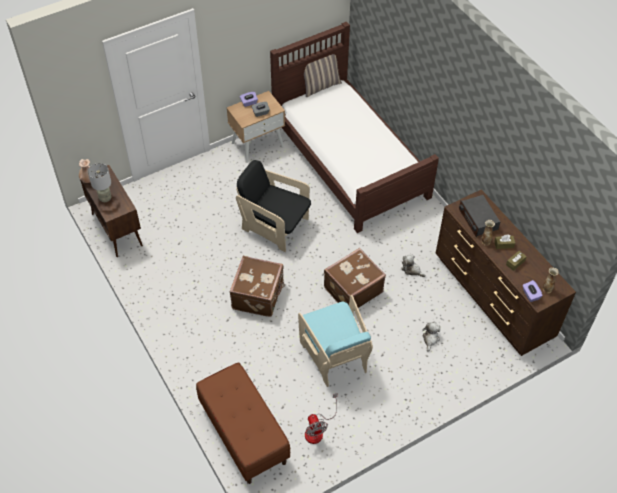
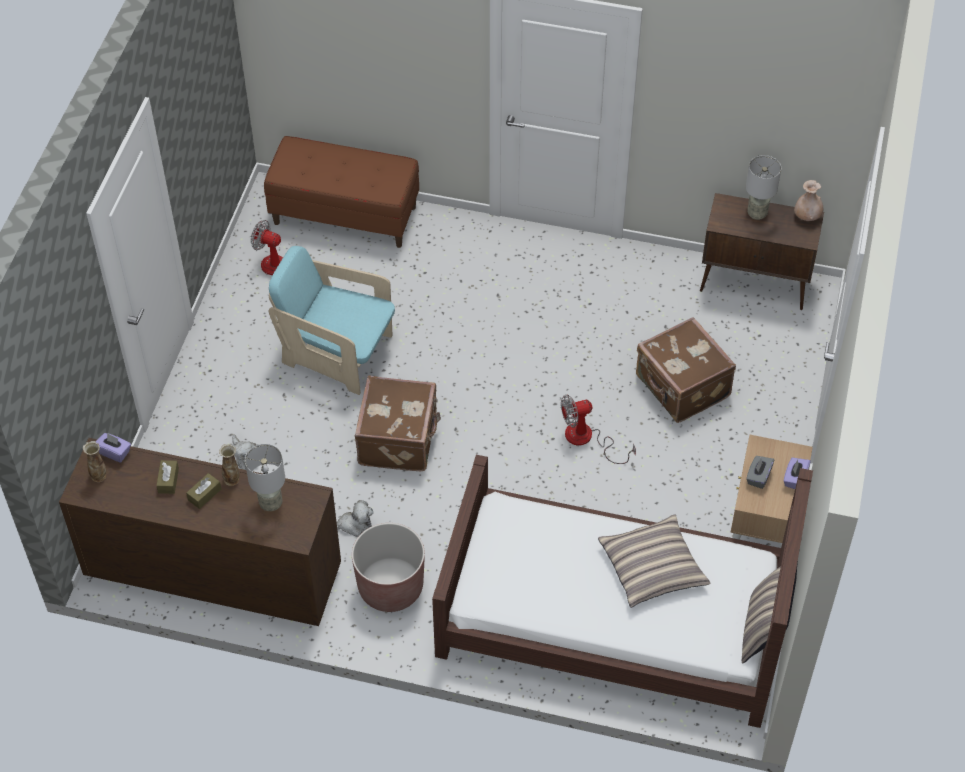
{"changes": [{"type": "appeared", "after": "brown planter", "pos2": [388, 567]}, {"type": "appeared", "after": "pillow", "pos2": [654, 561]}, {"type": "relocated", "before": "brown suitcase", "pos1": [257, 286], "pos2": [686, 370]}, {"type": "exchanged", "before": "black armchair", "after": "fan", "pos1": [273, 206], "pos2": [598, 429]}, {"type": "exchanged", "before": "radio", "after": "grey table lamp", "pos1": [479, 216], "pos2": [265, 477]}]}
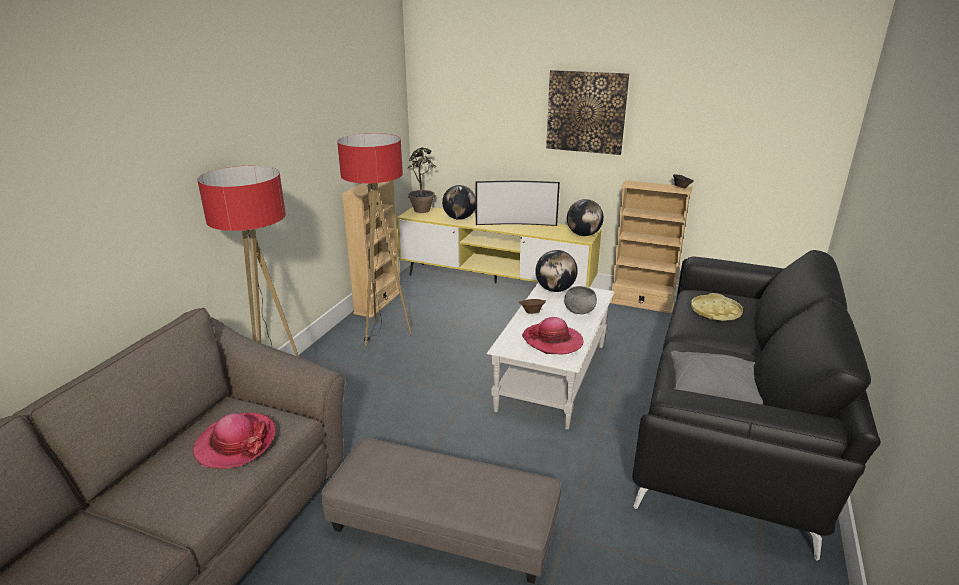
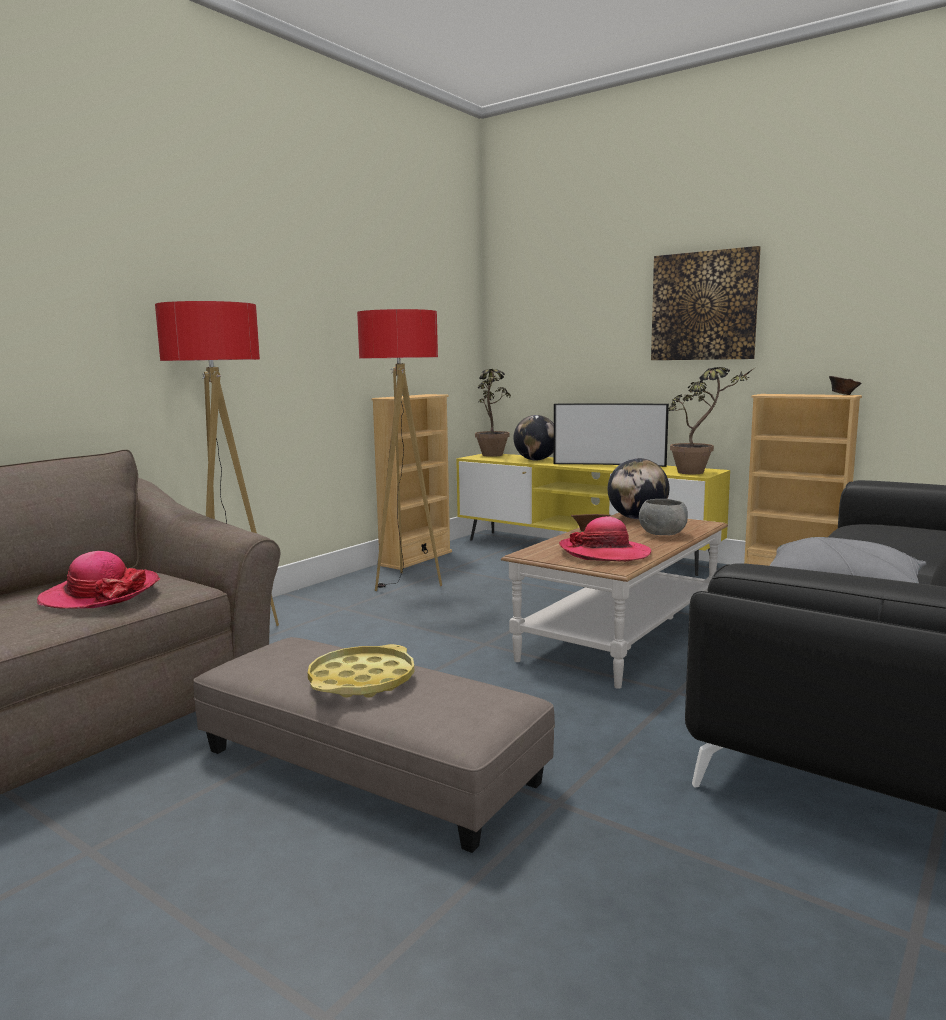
{"changes": [{"type": "relocated", "before": "yellow tray", "pos1": [717, 307], "pos2": [361, 671]}, {"type": "exchanged", "before": "globe", "after": "potted plant", "pos1": [585, 217], "pos2": [711, 420]}, {"type": "colour", "before": "white coffee table", "after": "brown coffee table", "pos1": [550, 355], "pos2": [614, 601]}]}
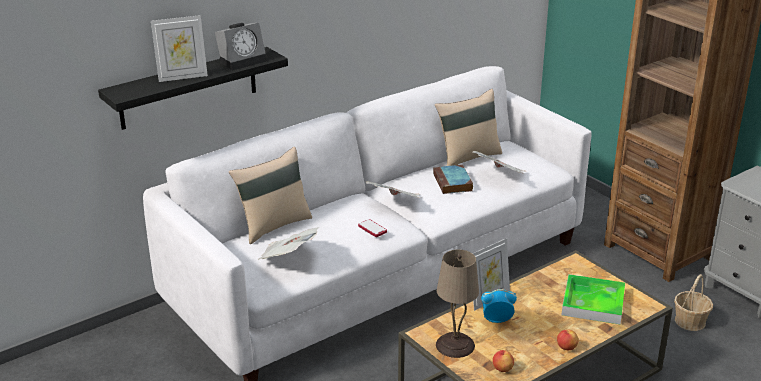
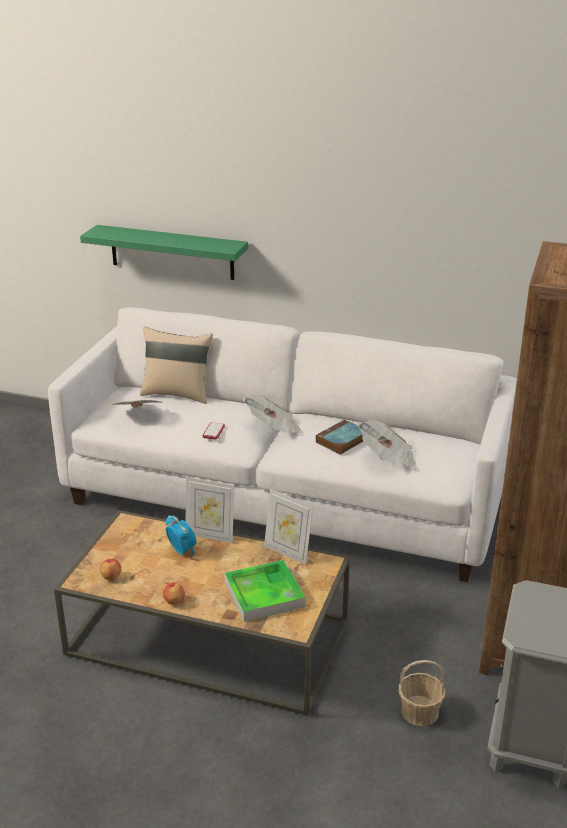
{"changes": [{"type": "missing", "before": "alarm clock", "pos1": [241, 46]}, {"type": "missing", "before": "beige pillow", "pos1": [468, 127]}, {"type": "missing", "before": "beige table lamp", "pos1": [457, 303]}, {"type": "relocated", "before": "picture frame", "pos1": [179, 48], "pos2": [288, 527]}, {"type": "colour", "before": "black shelf", "after": "green shelf", "pos1": [193, 88], "pos2": [164, 252]}]}
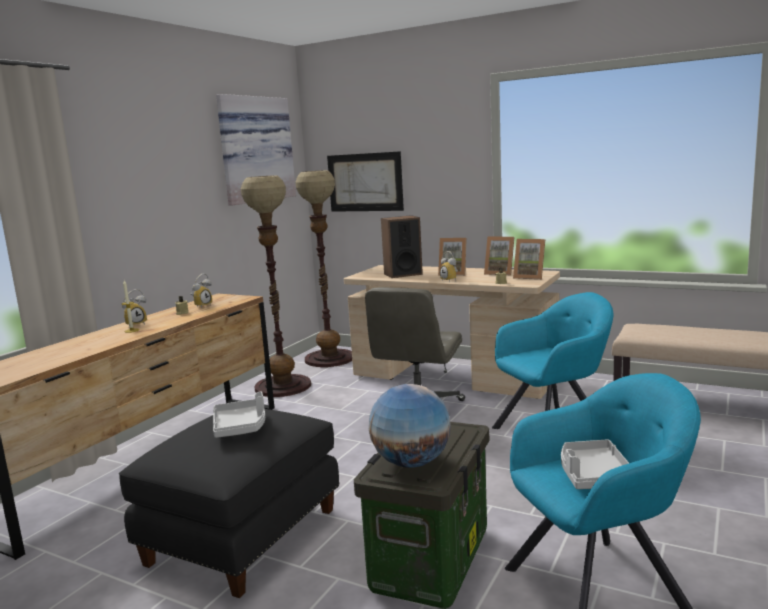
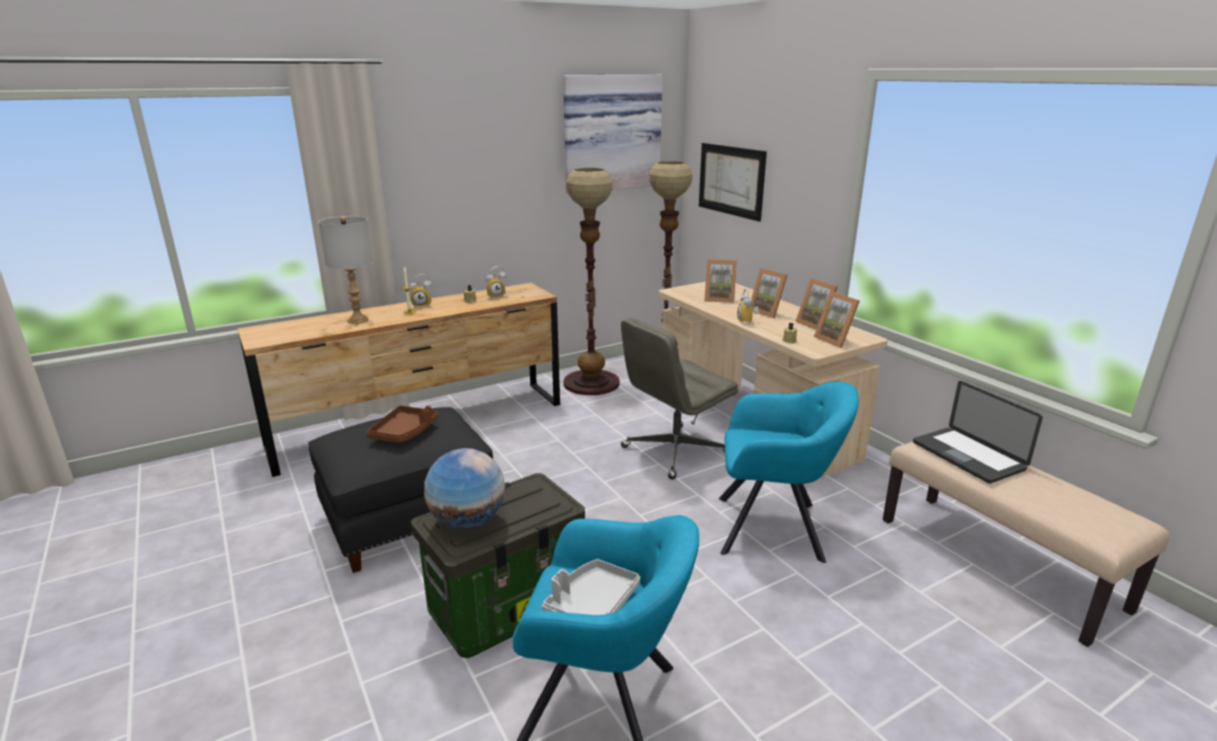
{"changes": [{"type": "appeared", "after": "grey table lamp", "pos2": [346, 270]}, {"type": "appeared", "after": "laptop", "pos2": [978, 432]}, {"type": "exchanged", "before": "speaker", "after": "picture frame", "pos1": [402, 246], "pos2": [720, 281]}, {"type": "colour", "before": "grey tray", "after": "brown tray", "pos1": [239, 414], "pos2": [402, 424]}]}
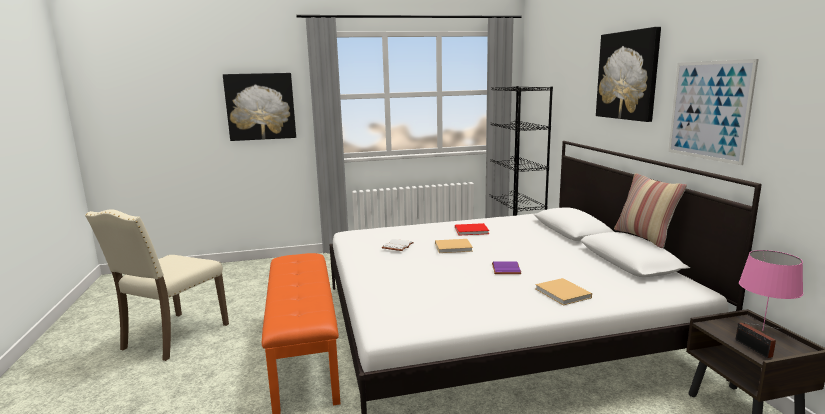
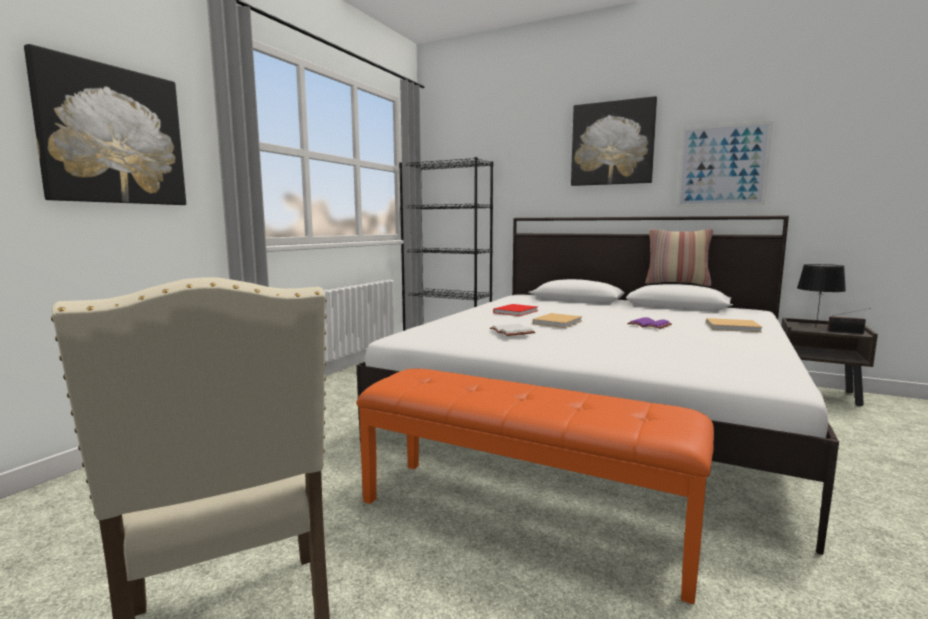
{"changes": [{"type": "colour", "before": "pink table lamp", "after": "black table lamp", "pos1": [771, 290], "pos2": [821, 294]}]}
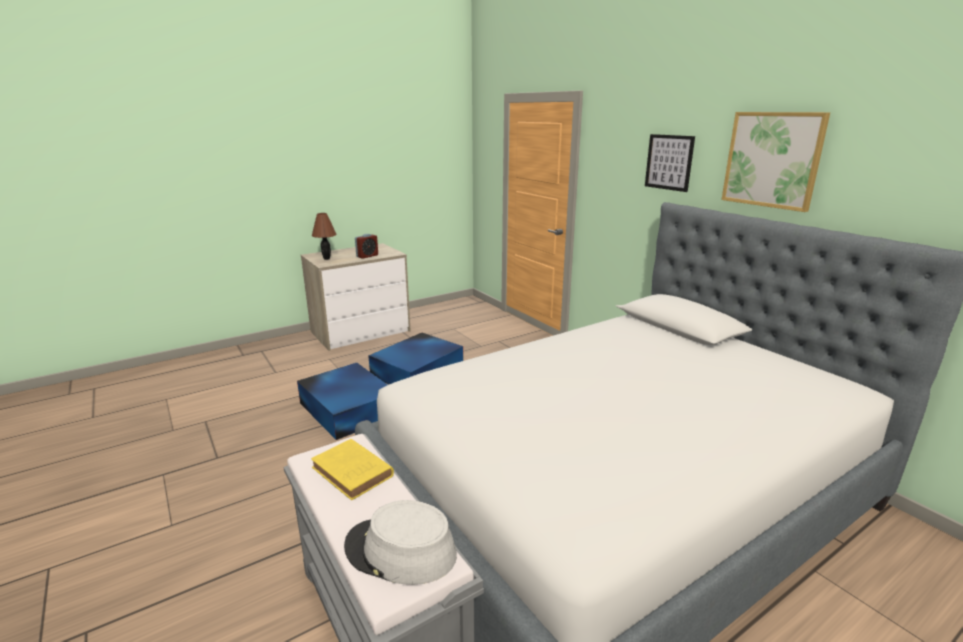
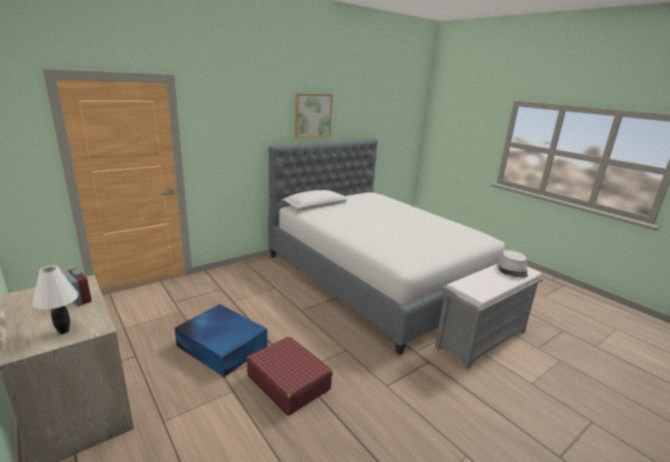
{"changes": [{"type": "missing", "before": "yellow book", "pos1": [352, 469]}, {"type": "missing", "before": "picture", "pos1": [670, 163]}, {"type": "exchanged", "before": "blue storage box", "after": "red suitcase", "pos1": [342, 401], "pos2": [290, 376]}, {"type": "colour", "before": "brown table lamp", "after": "white table lamp", "pos1": [324, 236], "pos2": [56, 300]}]}
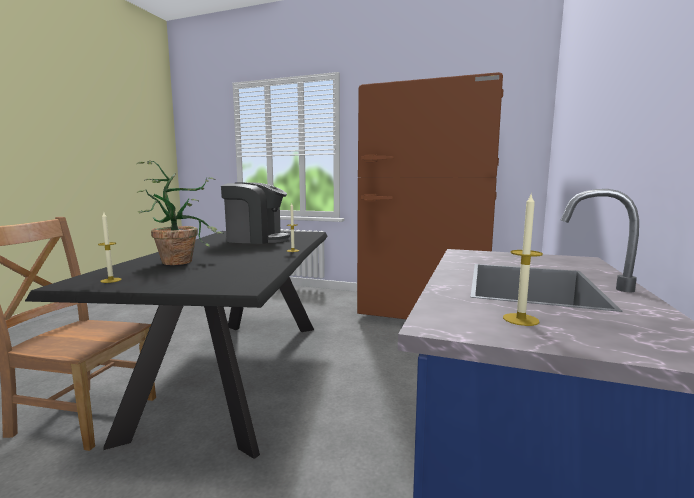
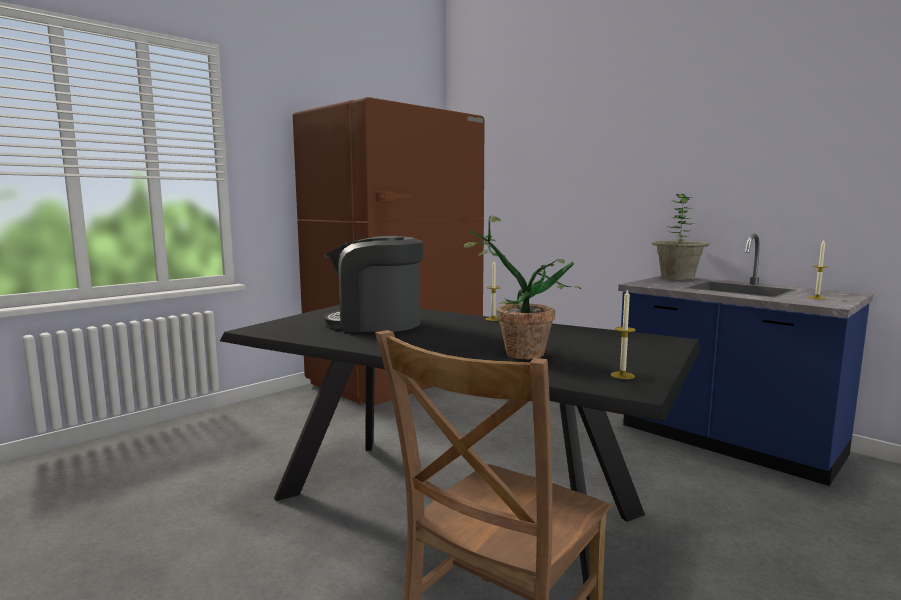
{"changes": [{"type": "appeared", "after": "potted plant", "pos2": [681, 237]}, {"type": "spun", "before": "coffee machine", "pos1": [255, 213], "pos2": [373, 284], "turn": -120}]}
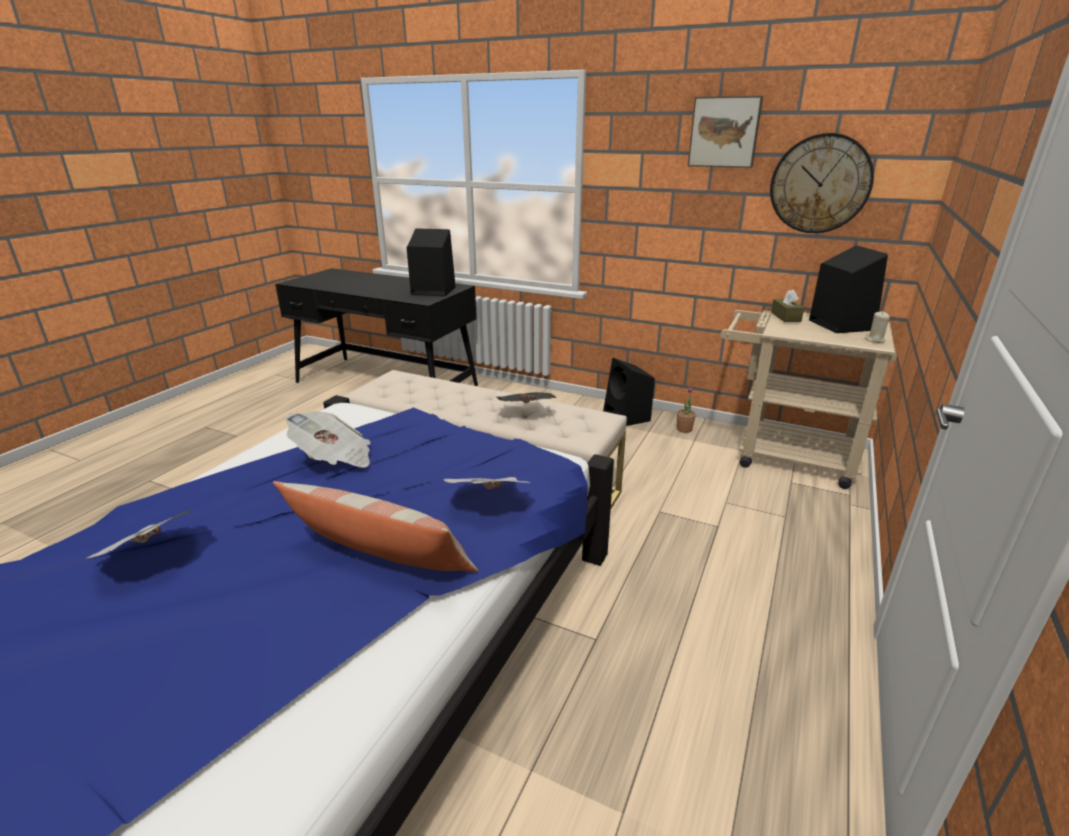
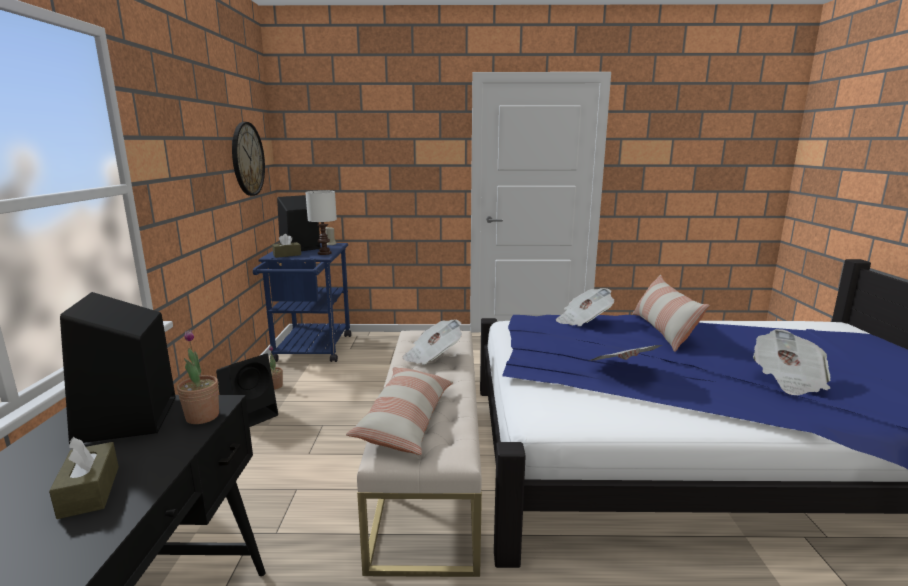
{"changes": [{"type": "missing", "before": "picture", "pos1": [725, 132]}, {"type": "appeared", "after": "brown tissue box", "pos2": [84, 478]}, {"type": "appeared", "after": "potted plant", "pos2": [198, 377]}, {"type": "appeared", "after": "white table lamp", "pos2": [321, 222]}, {"type": "appeared", "after": "pillow", "pos2": [399, 411]}, {"type": "colour", "before": "beige cart", "after": "blue cart", "pos1": [809, 399], "pos2": [302, 302]}]}
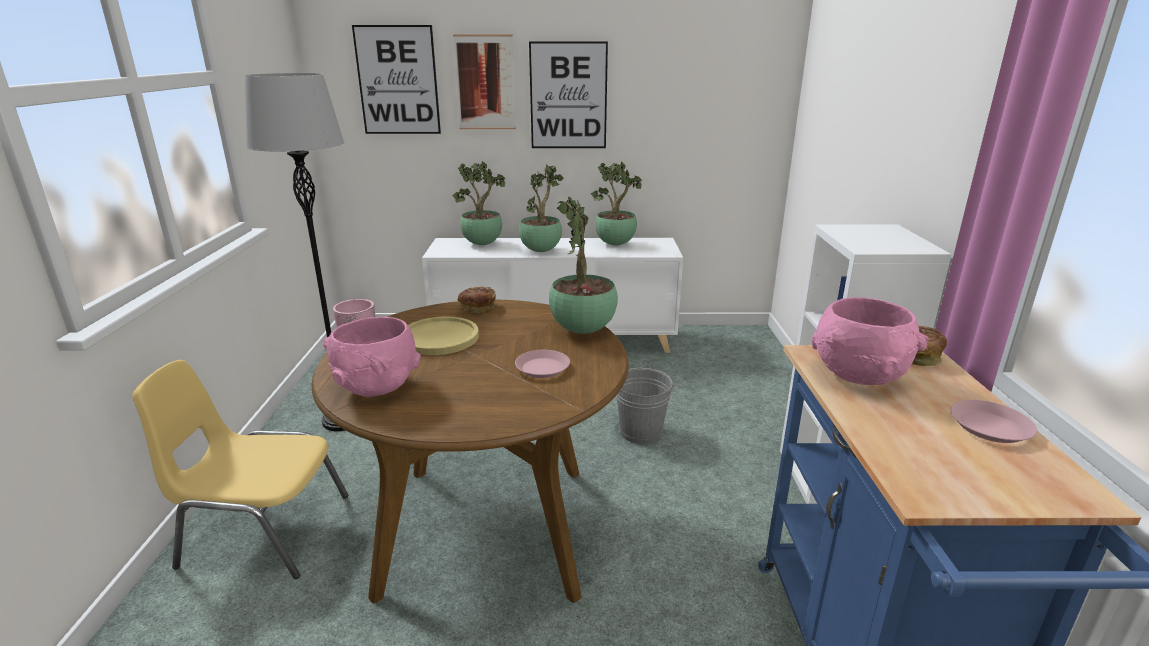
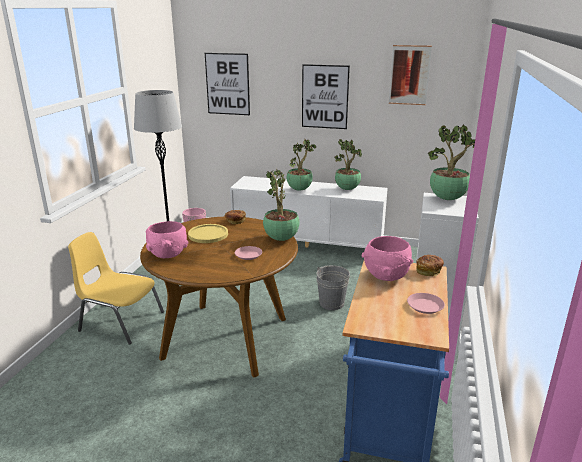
{"changes": [{"type": "relocated", "before": "potted plant", "pos1": [478, 203], "pos2": [451, 162]}, {"type": "relocated", "before": "picture", "pos1": [484, 82], "pos2": [410, 75]}]}
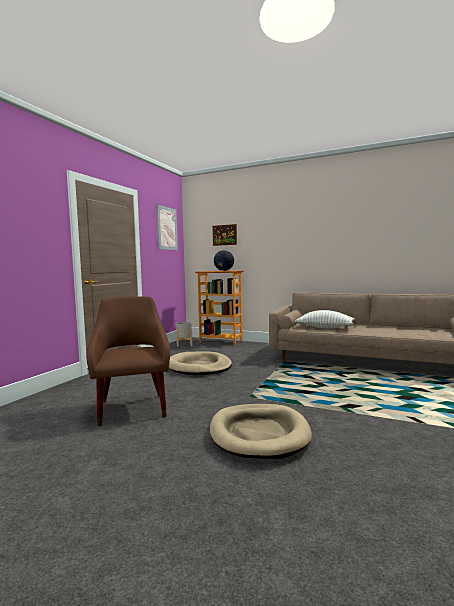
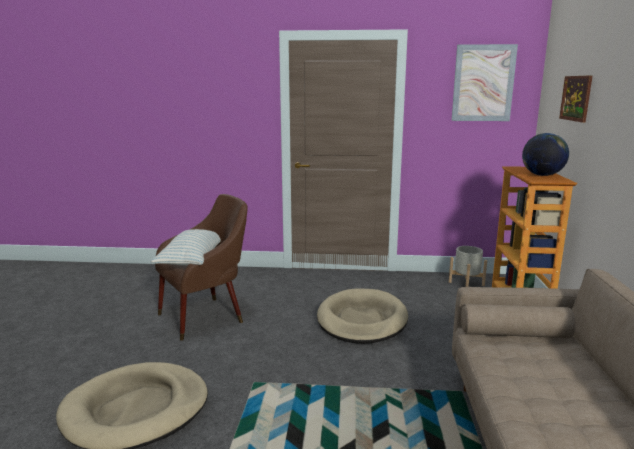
{"changes": [{"type": "relocated", "before": "pillow", "pos1": [325, 319], "pos2": [186, 247]}]}
